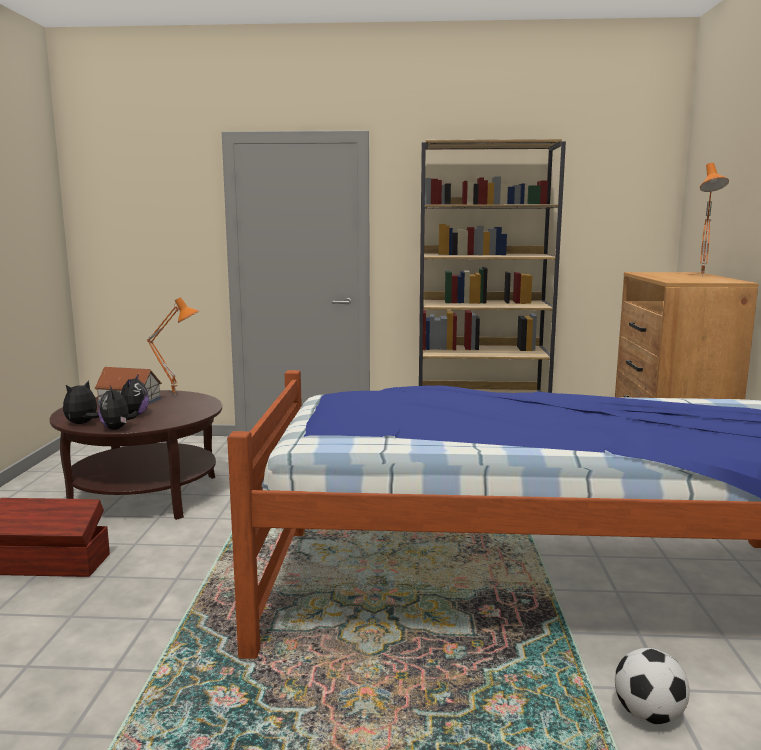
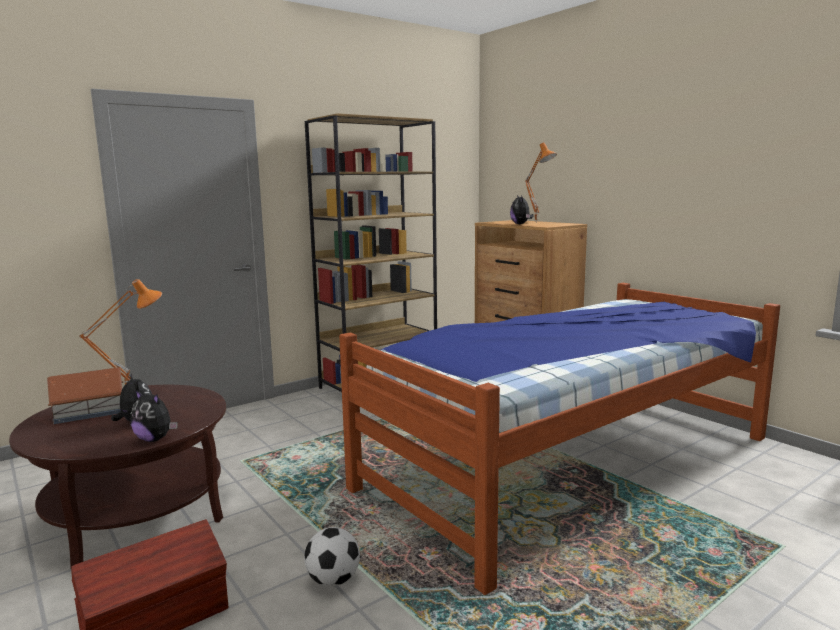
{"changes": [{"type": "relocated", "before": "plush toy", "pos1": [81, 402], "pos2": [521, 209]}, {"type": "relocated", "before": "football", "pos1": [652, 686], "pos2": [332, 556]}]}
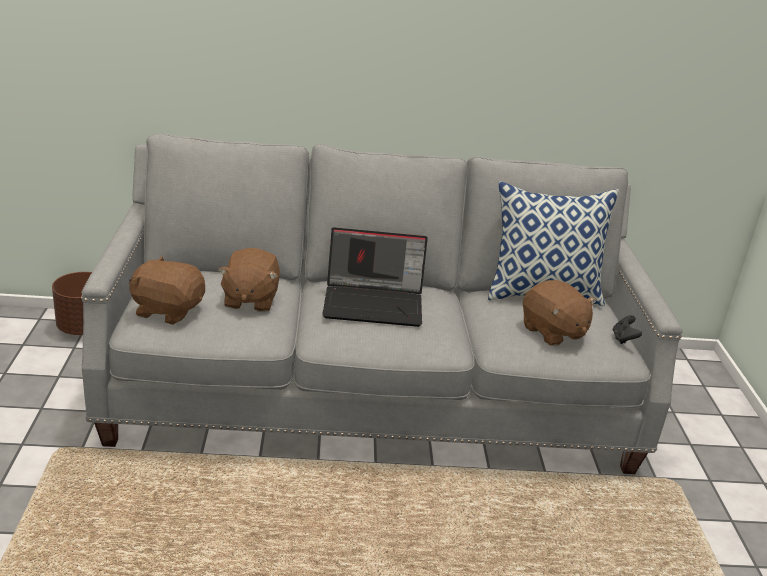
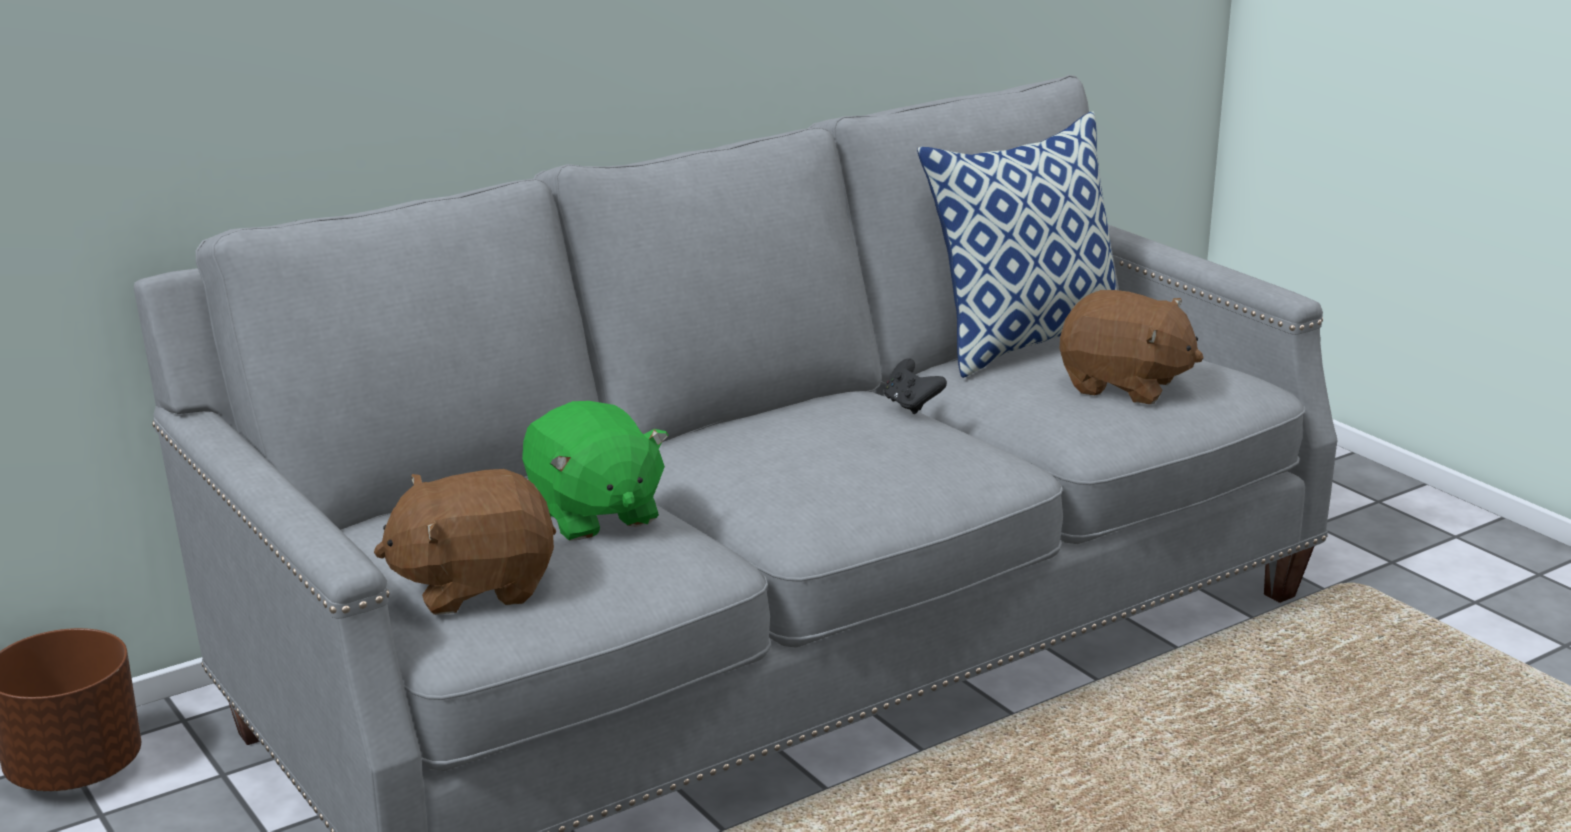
{"changes": [{"type": "missing", "before": "laptop", "pos1": [375, 277]}, {"type": "relocated", "before": "black game controller", "pos1": [627, 329], "pos2": [915, 386]}, {"type": "colour", "before": "brown plush toy", "after": "green plush toy", "pos1": [249, 280], "pos2": [595, 471]}]}
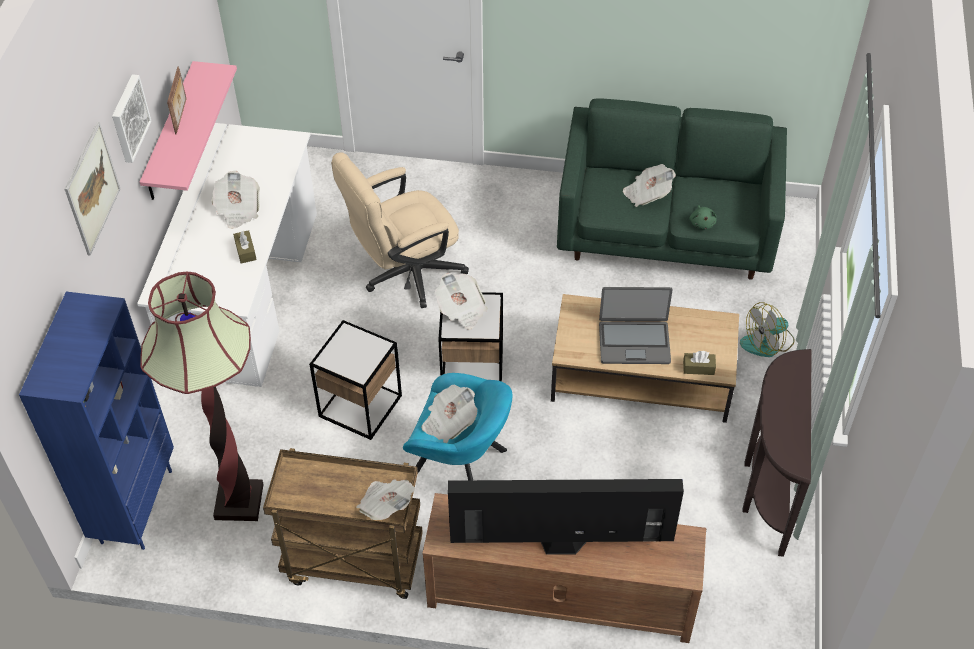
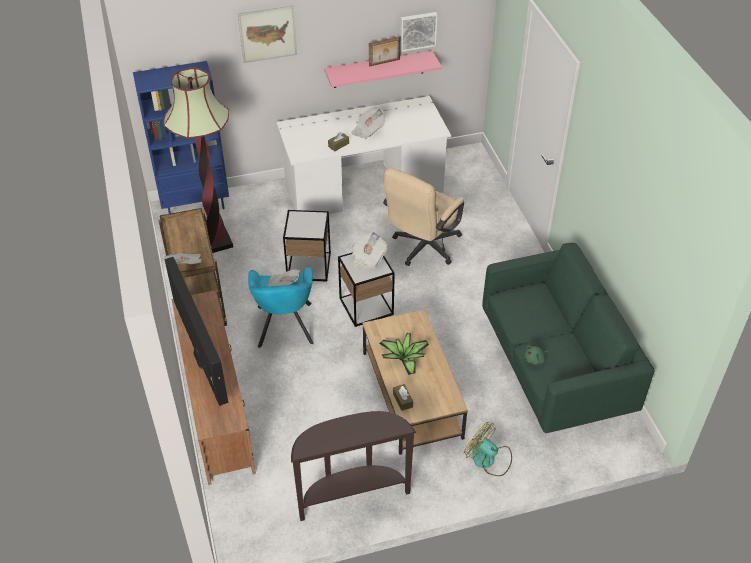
{"changes": [{"type": "missing", "before": "newspaper", "pos1": [649, 185]}, {"type": "relocated", "before": "picture", "pos1": [131, 118], "pos2": [418, 32]}, {"type": "exchanged", "before": "laptop", "after": "potted plant", "pos1": [636, 325], "pos2": [404, 354]}, {"type": "spun", "before": "beige office chair", "pos1": [400, 230], "pos2": [423, 217], "turn": -90}]}
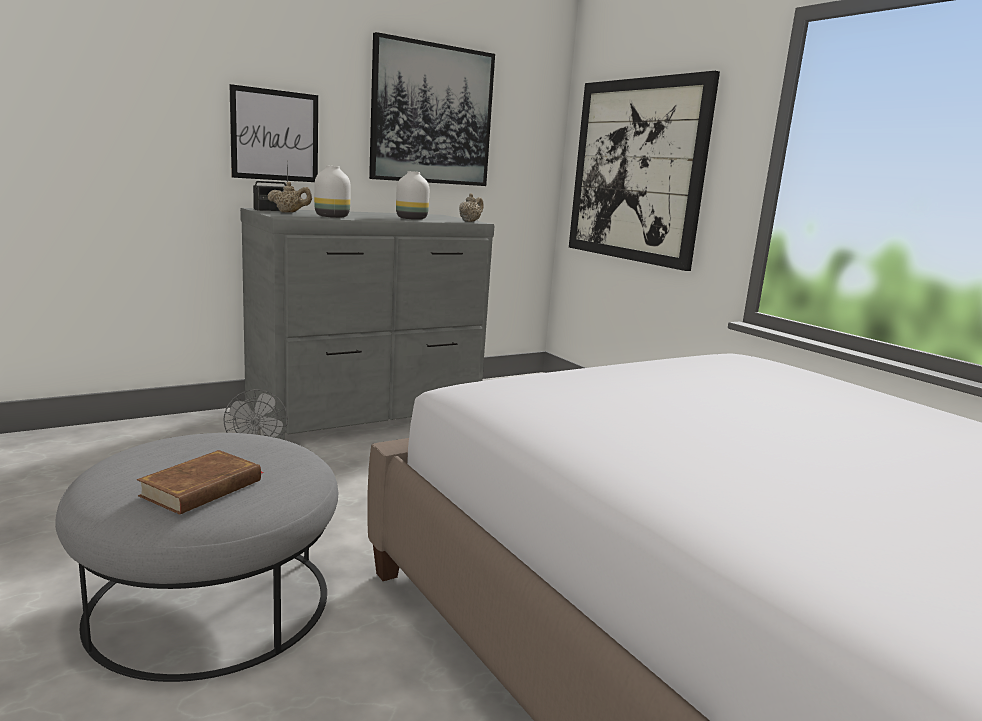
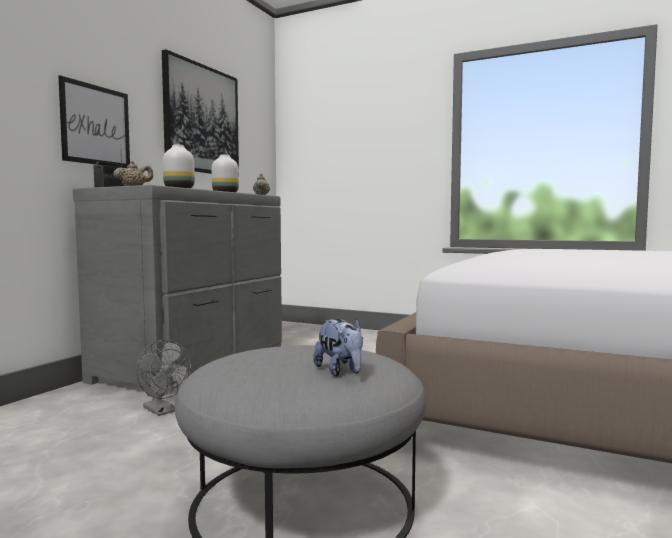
{"changes": [{"type": "missing", "before": "picture", "pos1": [644, 171]}, {"type": "exchanged", "before": "brown book", "after": "plush toy", "pos1": [200, 482], "pos2": [338, 348]}]}
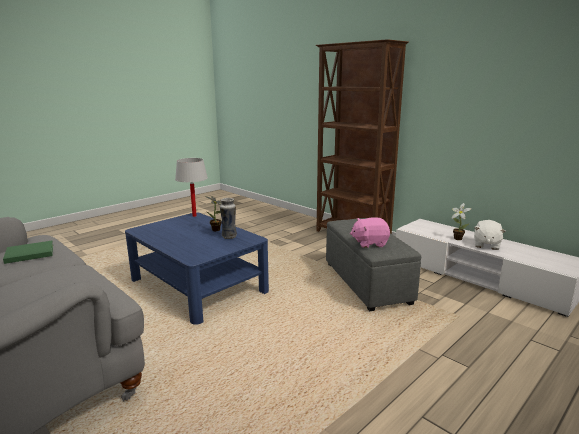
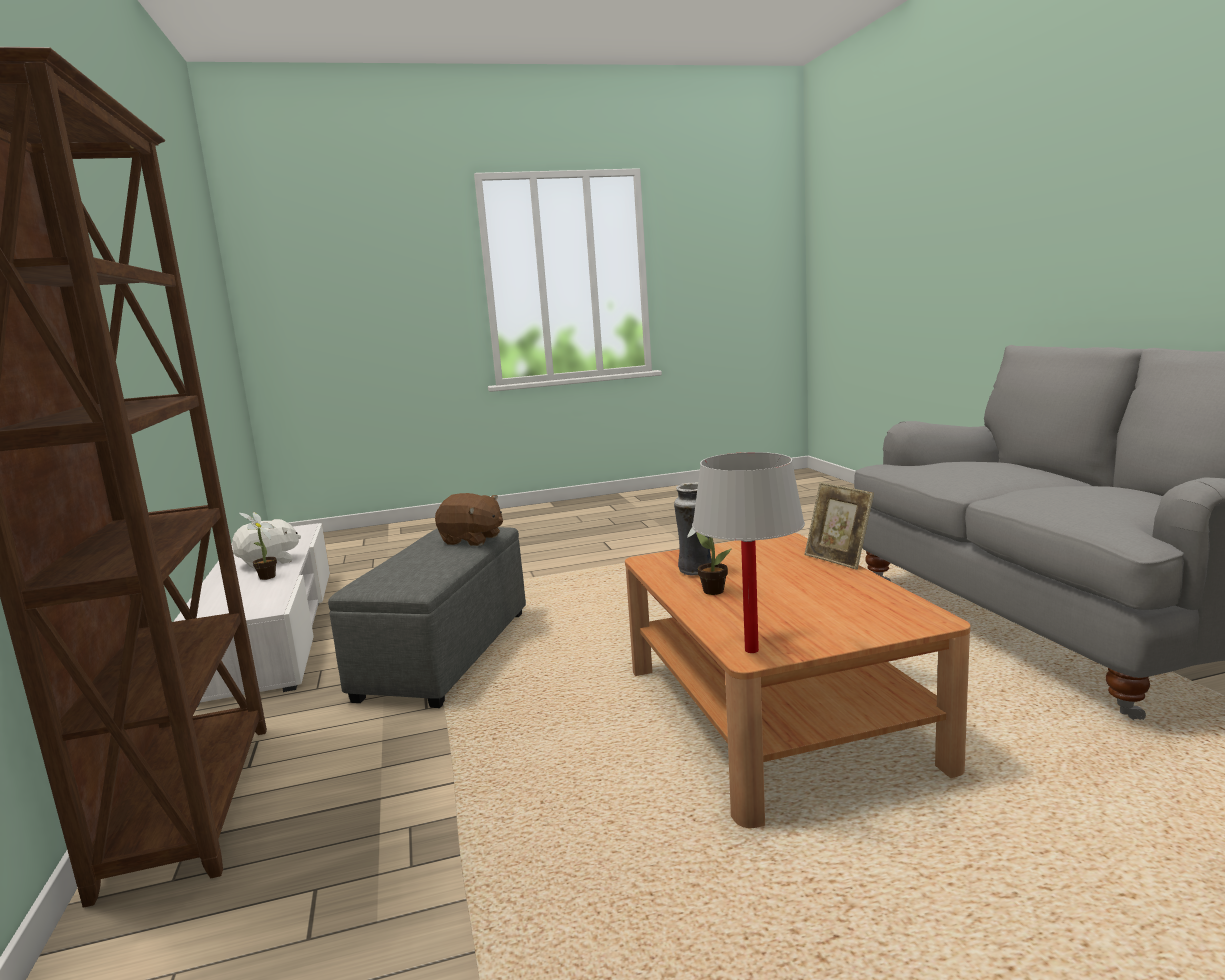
{"changes": [{"type": "missing", "before": "green book", "pos1": [28, 252]}, {"type": "appeared", "after": "picture frame", "pos2": [839, 526]}, {"type": "colour", "before": "blue coffee table", "after": "brown coffee table", "pos1": [197, 268], "pos2": [798, 680]}, {"type": "colour", "before": "pink plush toy", "after": "brown plush toy", "pos1": [370, 232], "pos2": [469, 519]}]}
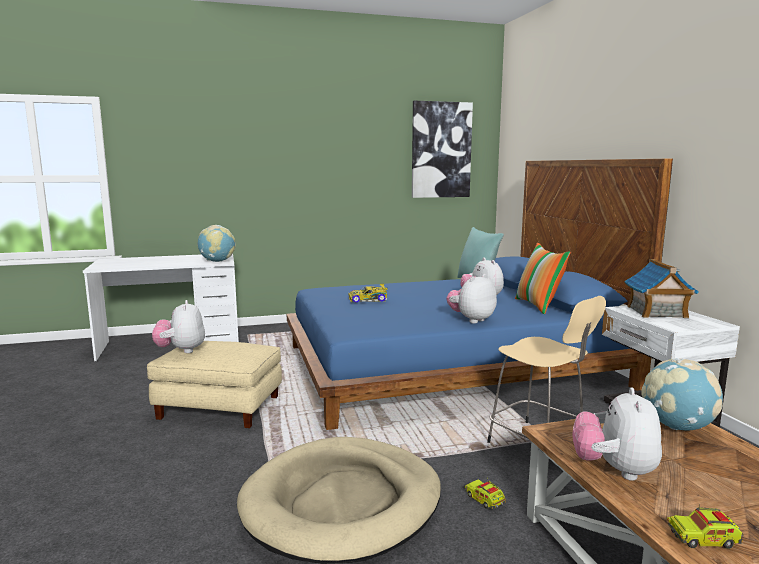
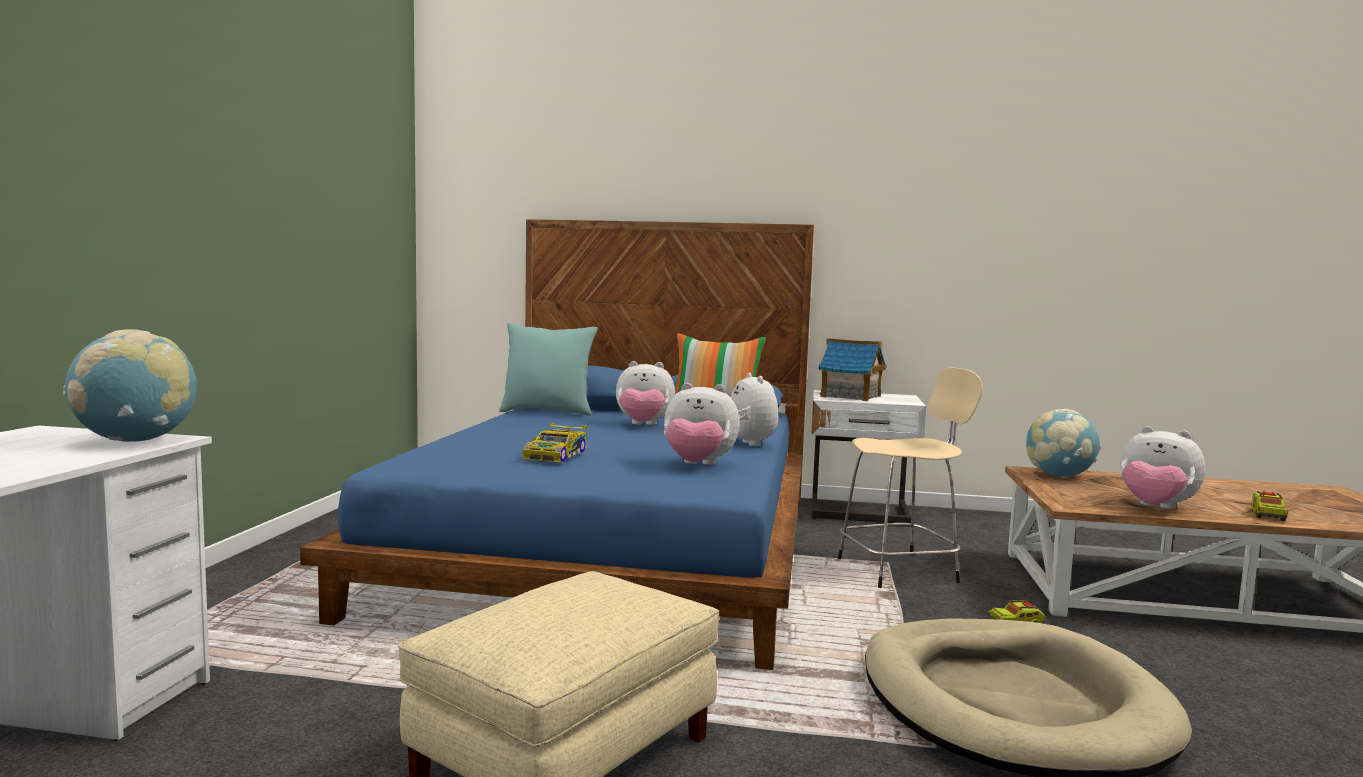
{"changes": [{"type": "missing", "before": "picture", "pos1": [442, 149]}, {"type": "relocated", "before": "plush toy", "pos1": [178, 326], "pos2": [701, 424]}]}
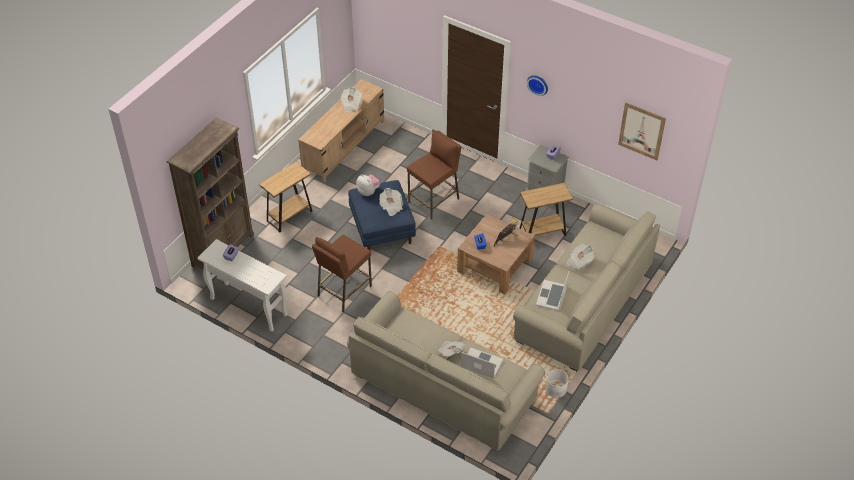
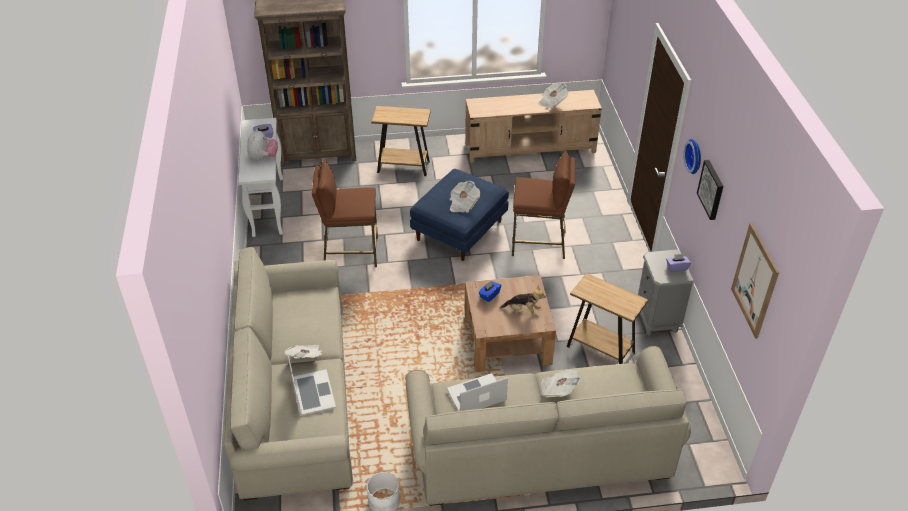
{"changes": [{"type": "appeared", "after": "picture", "pos2": [710, 190]}, {"type": "relocated", "before": "plush toy", "pos1": [368, 185], "pos2": [262, 145]}]}
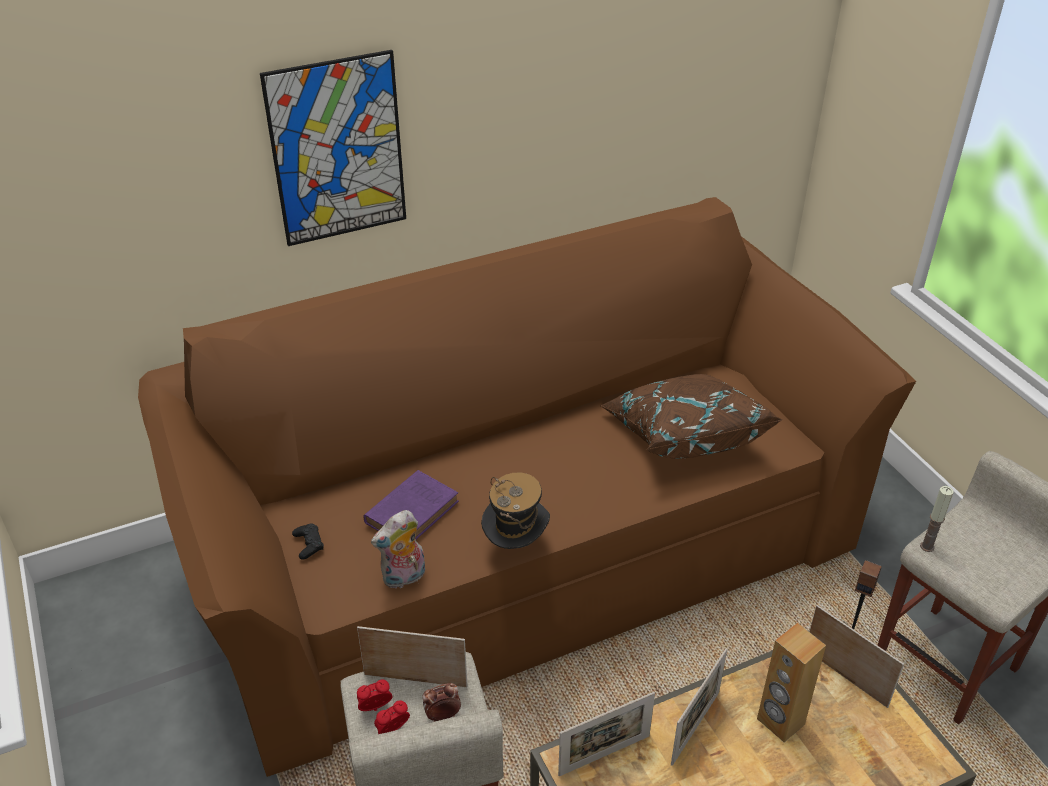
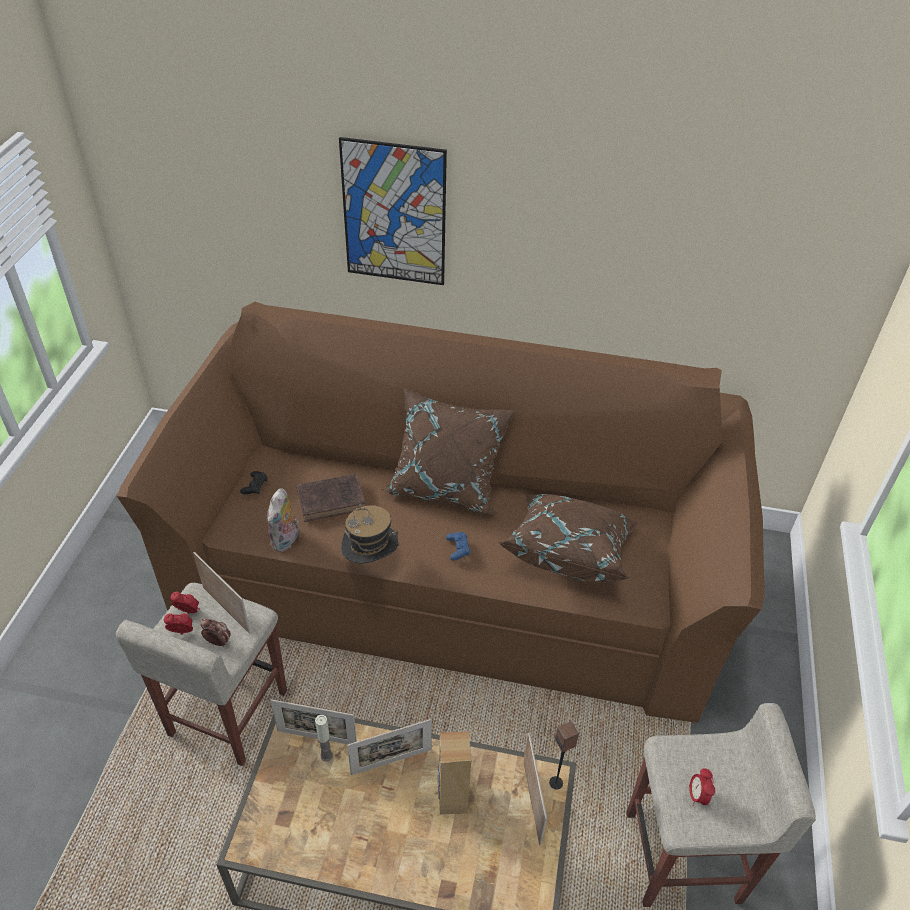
{"changes": [{"type": "appeared", "after": "brown pillow", "pos2": [449, 451]}, {"type": "appeared", "after": "blue game controller", "pos2": [458, 546]}, {"type": "appeared", "after": "alarm clock", "pos2": [702, 787]}, {"type": "relocated", "before": "candle", "pos1": [937, 519], "pos2": [324, 738]}, {"type": "colour", "before": "purple book", "after": "brown book", "pos1": [411, 504], "pos2": [331, 497]}, {"type": "spun", "before": "plush toy", "pos1": [398, 549], "pos2": [282, 520], "turn": -75}]}
